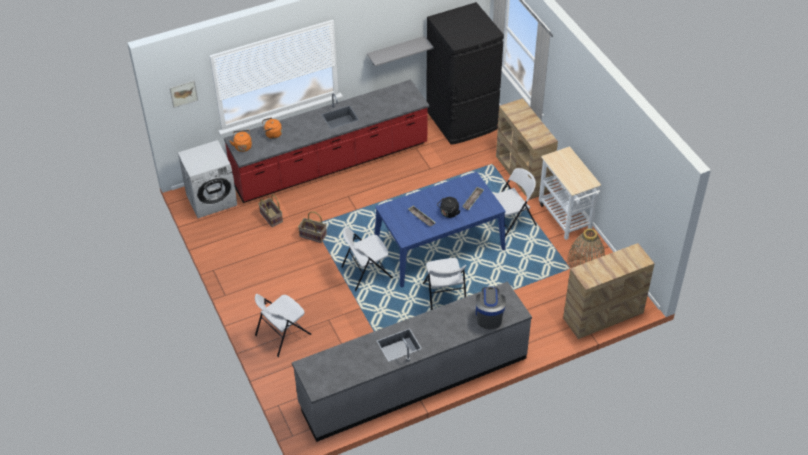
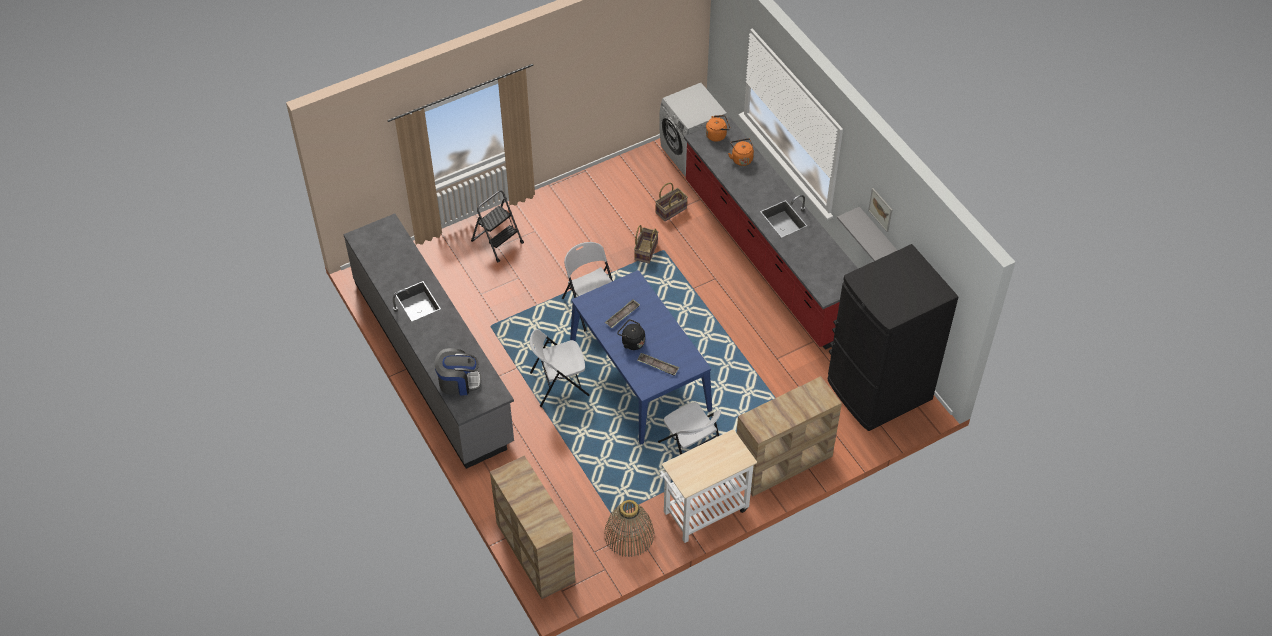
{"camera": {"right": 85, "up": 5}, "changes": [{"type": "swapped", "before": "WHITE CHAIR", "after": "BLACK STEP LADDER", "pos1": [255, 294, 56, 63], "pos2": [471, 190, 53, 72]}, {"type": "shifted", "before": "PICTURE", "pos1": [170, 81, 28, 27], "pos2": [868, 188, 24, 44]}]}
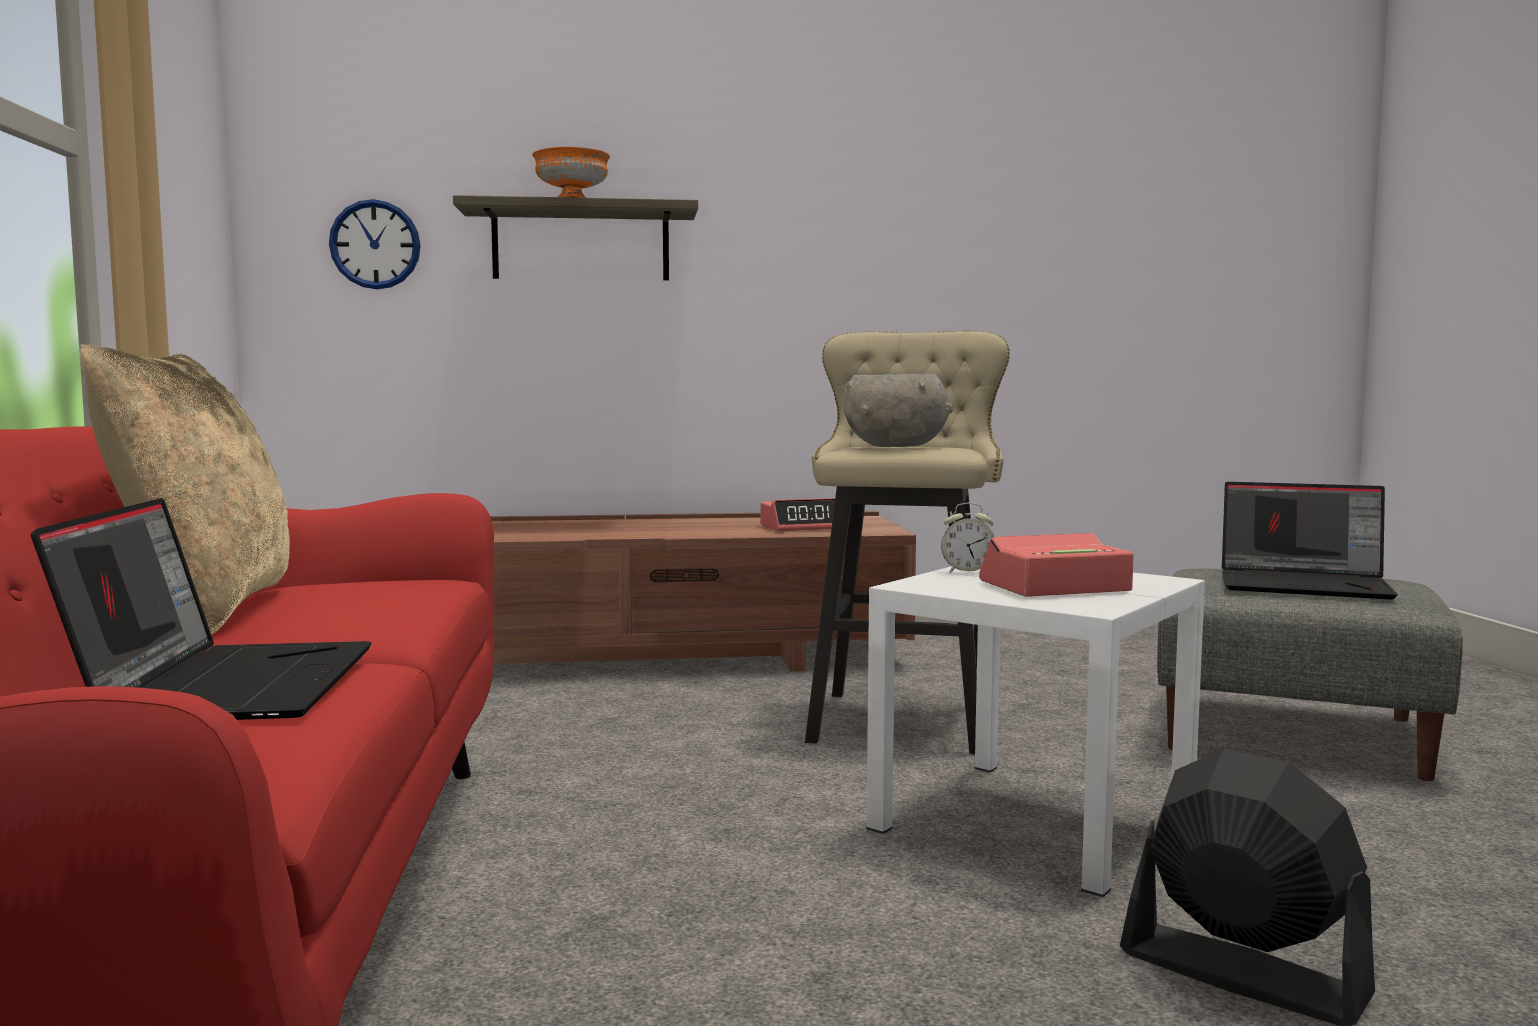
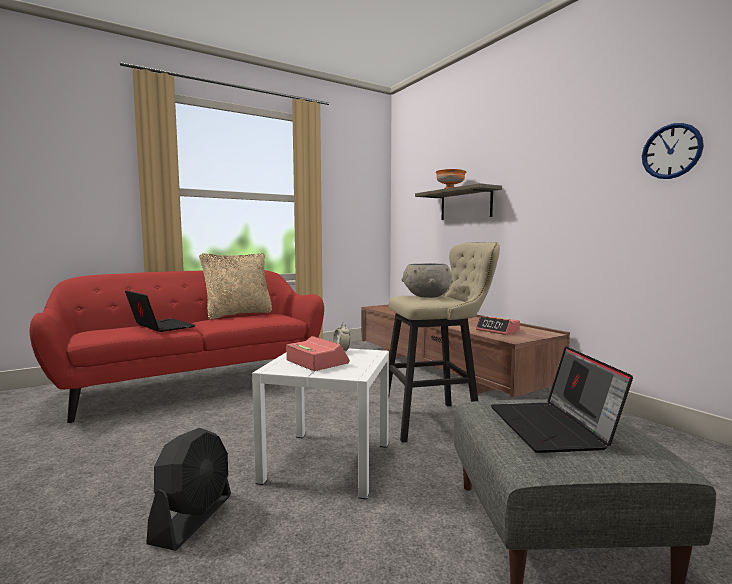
{"camera": {"right": 65, "up": 0}, "changes": [{"type": "rotated", "before": "LAPTOP", "pos1": [31, 498, 341, 222], "pos2": [125, 290, 71, 42], "turn": -105}, {"type": "shifted", "before": "WALL CLOCK", "pos1": [329, 199, 92, 90], "pos2": [642, 123, 62, 56]}]}
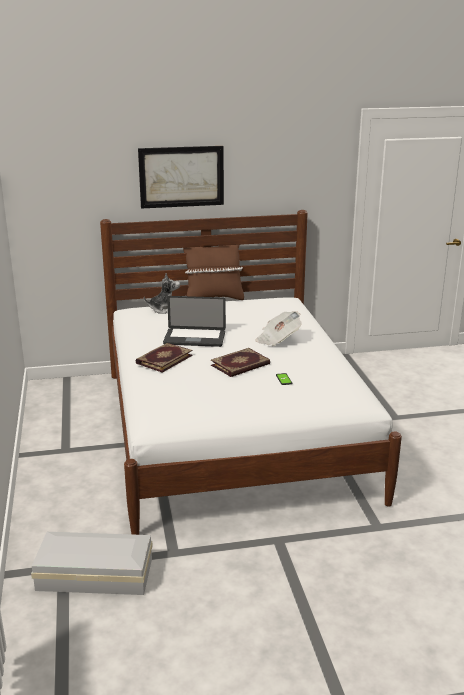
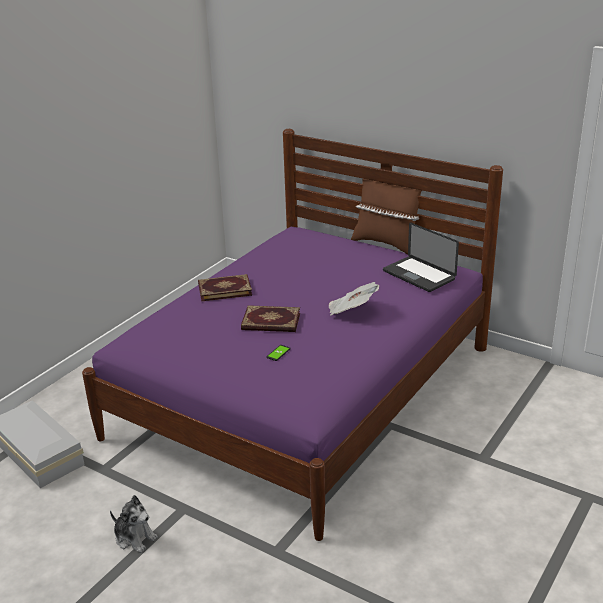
{"camera": {"right": 45, "up": 5}, "changes": [{"type": "repainted", "before": "WHITE BED", "after": "PURPLE BED", "pos1": [100, 210, 302, 325], "pos2": [82, 129, 421, 412]}, {"type": "shifted", "before": "PLUSH TOY", "pos1": [144, 273, 36, 41], "pos2": [110, 495, 48, 58]}, {"type": "shifted", "before": "LAPTOP", "pos1": [163, 296, 63, 51], "pos2": [383, 222, 76, 70]}, {"type": "gone", "before": "PICTURE", "pos1": [138, 146, 86, 63]}]}
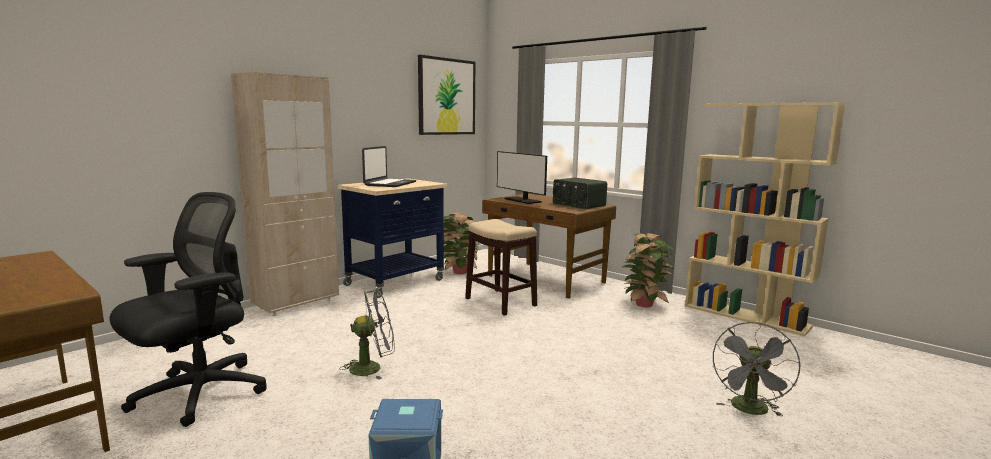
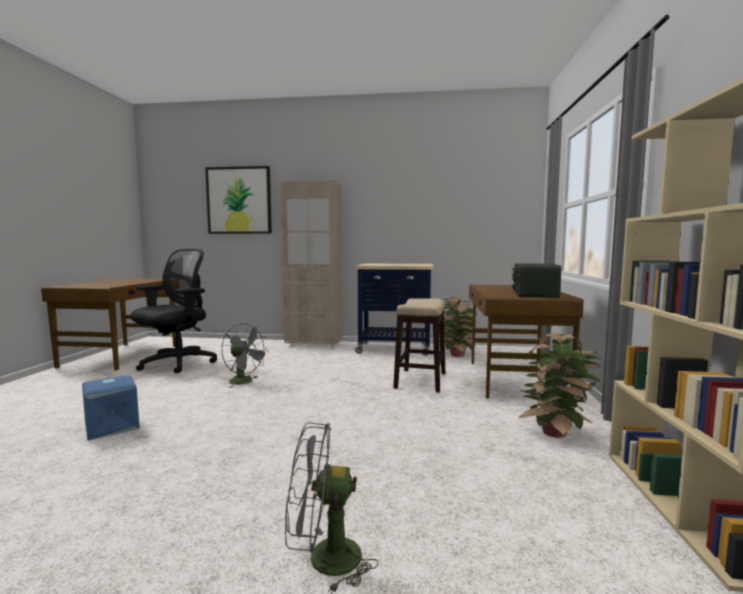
{"camera": {"right": 55, "up": -5}, "changes": [{"type": "rotated", "before": "BLACK OFFICE CHAIR", "pos1": [109, 192, 157, 235], "pos2": [131, 248, 86, 126], "turn": -60}, {"type": "shifted", "before": "PICTURE", "pos1": [418, 55, 57, 80], "pos2": [205, 166, 67, 68]}, {"type": "gone", "before": "LAPTOP", "pos1": [362, 146, 54, 41]}, {"type": "gone", "before": "MONITOR", "pos1": [497, 151, 50, 53]}]}
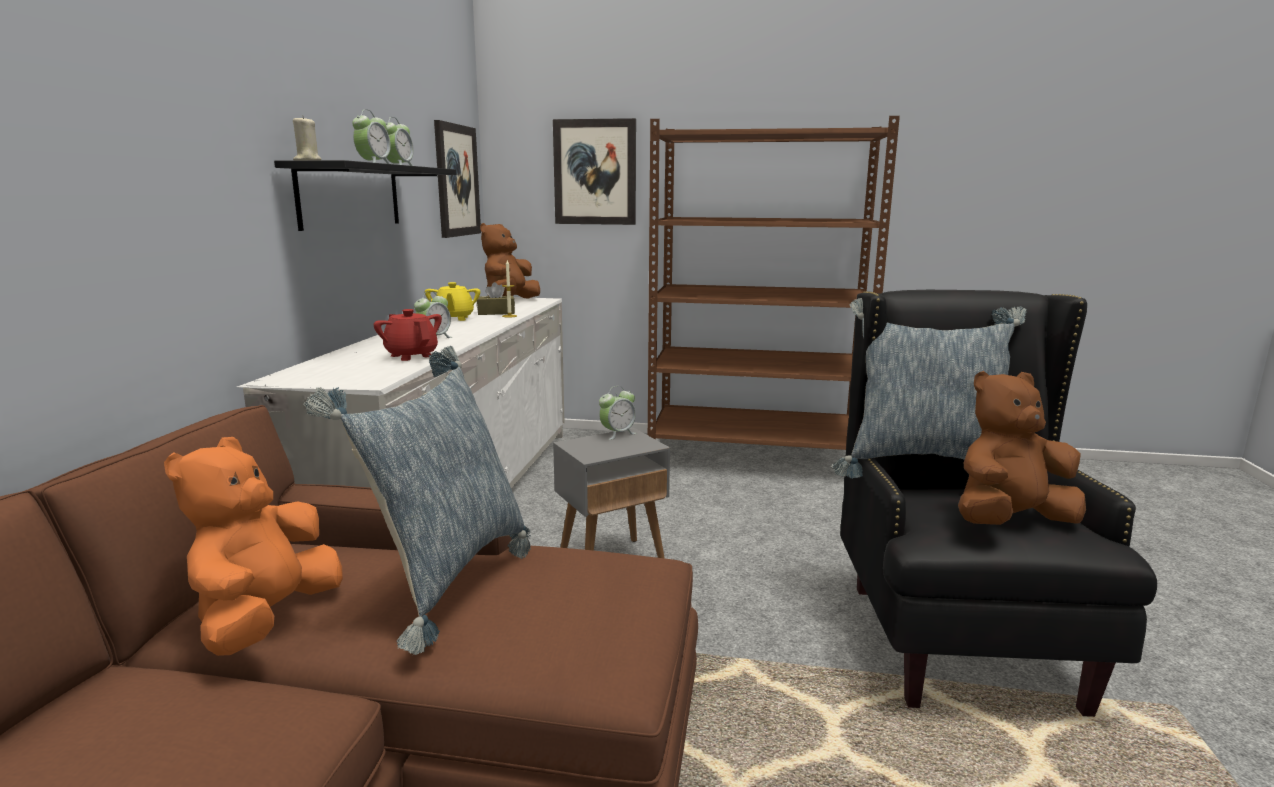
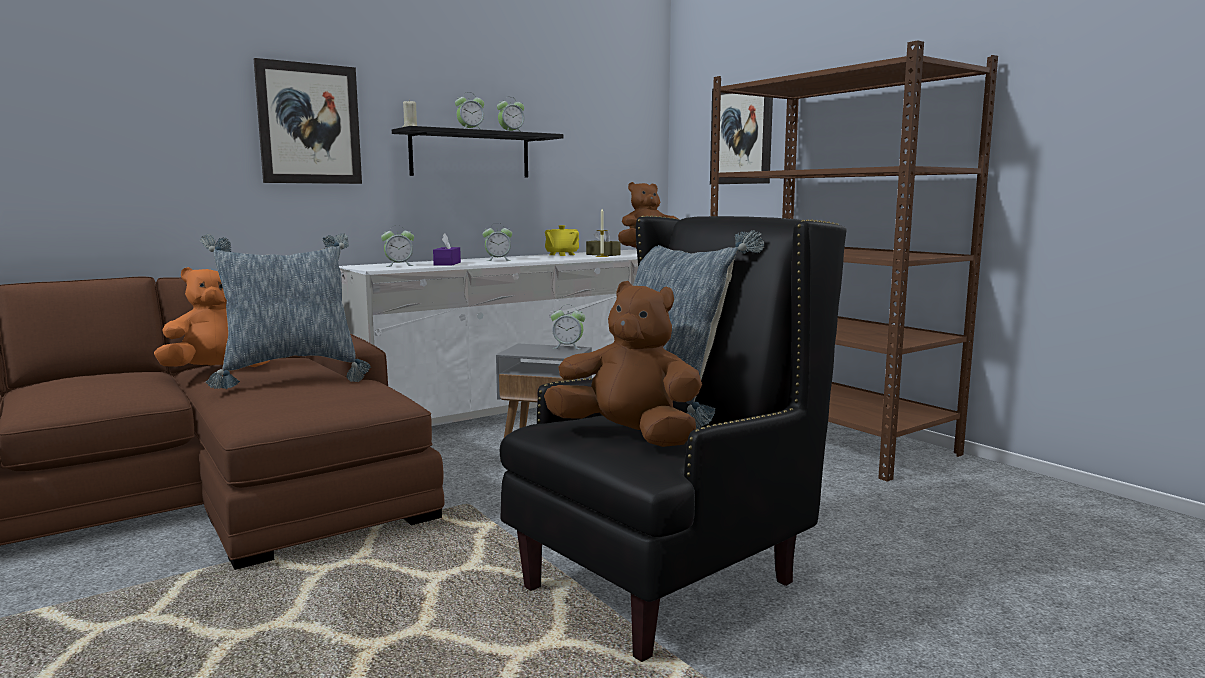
{"camera": {"right": 45, "up": -5}, "changes": [{"type": "shifted", "before": "PICTURE", "pos1": [434, 120, 47, 118], "pos2": [254, 58, 108, 126]}, {"type": "new", "after": "ALARM CLOCK", "pos2": [381, 226, 33, 41]}, {"type": "swapped", "before": "RED TEAPOT", "after": "PURPLE TISSUE BOX", "pos1": [374, 309, 68, 52], "pos2": [433, 234, 28, 32]}]}
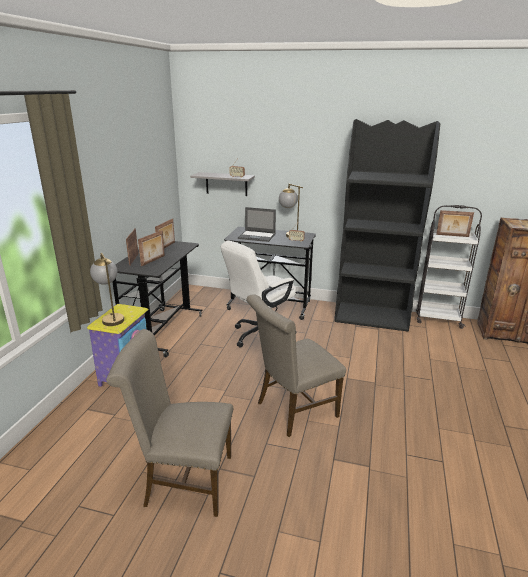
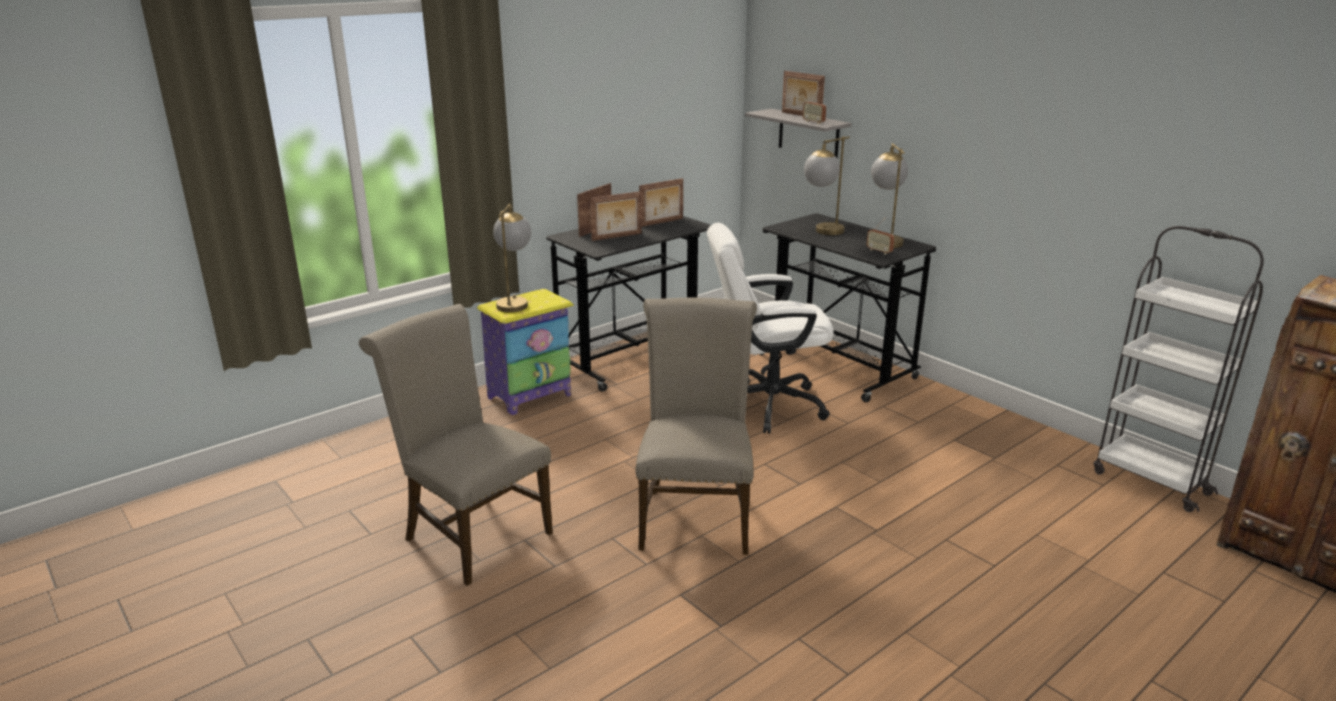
{"camera": {"right": 35, "up": 0}, "changes": [{"type": "rotated", "before": "BEIGE CHAIR", "pos1": [246, 294, 100, 143], "pos2": [635, 298, 122, 257], "turn": 90}, {"type": "shifted", "before": "PICTURE FRAME", "pos1": [436, 210, 38, 27], "pos2": [782, 71, 43, 45]}, {"type": "swapped", "before": "LAPTOP", "after": "TABLE LAMP", "pos1": [238, 207, 38, 35], "pos2": [804, 136, 46, 99]}, {"type": "gone", "before": "BLACK BOOKCASE", "pos1": [335, 119, 105, 213]}]}
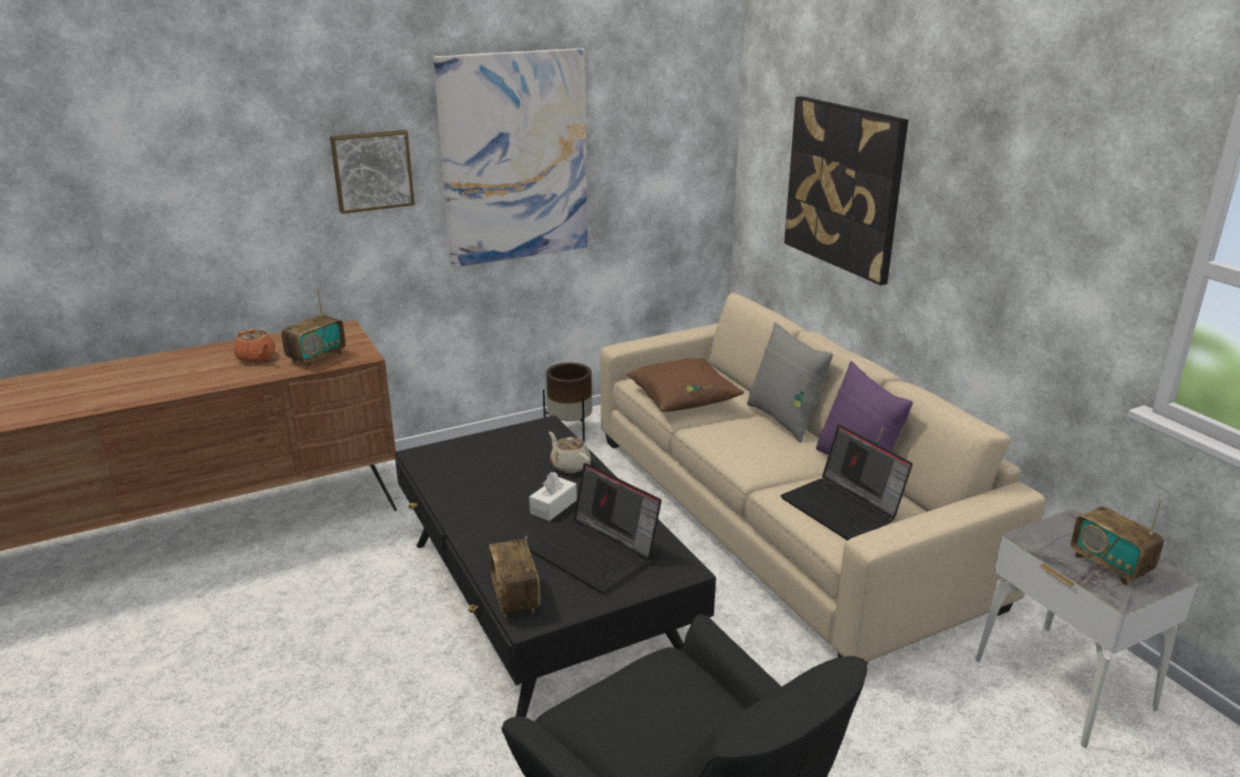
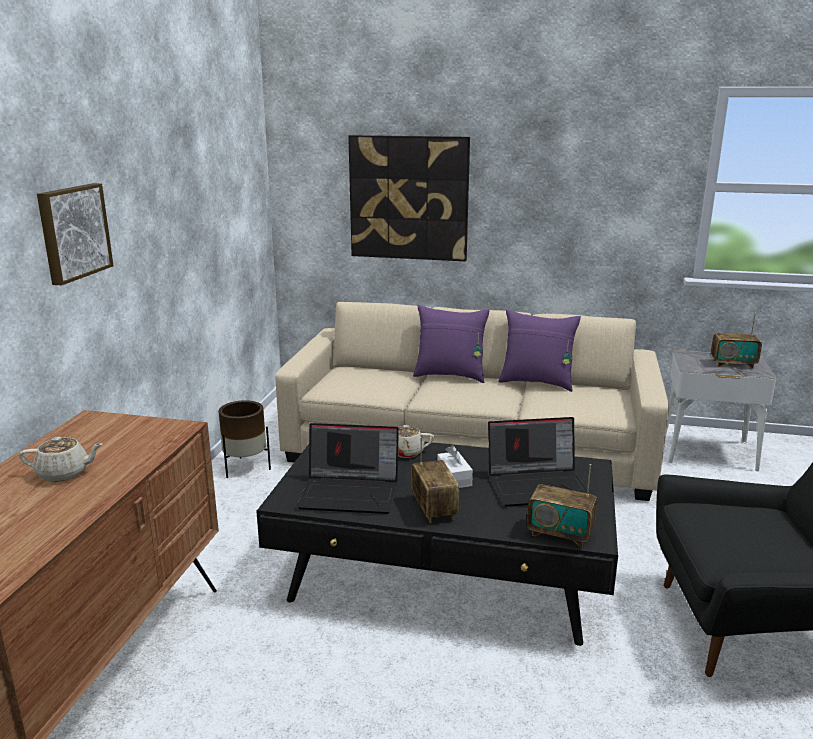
{"camera": {"right": -50, "up": -5}, "changes": [{"type": "repainted", "before": "ORANGE TEAPOT", "after": "BEIGE TEAPOT", "pos1": [234, 329, 41, 34], "pos2": [19, 437, 84, 45]}, {"type": "shifted", "before": "LAPTOP", "pos1": [780, 425, 133, 116], "pos2": [297, 423, 102, 91]}, {"type": "shifted", "before": "RADIO", "pos1": [281, 288, 65, 80], "pos2": [412, 434, 47, 89]}, {"type": "repainted", "before": "GREY PILLOW", "after": "PURPLE PILLOW", "pos1": [747, 322, 86, 121], "pos2": [413, 305, 76, 78]}, {"type": "gone", "before": "PICTURE", "pos1": [433, 48, 155, 219]}, {"type": "gone", "before": "BROWN PILLOW", "pos1": [627, 358, 117, 54]}]}
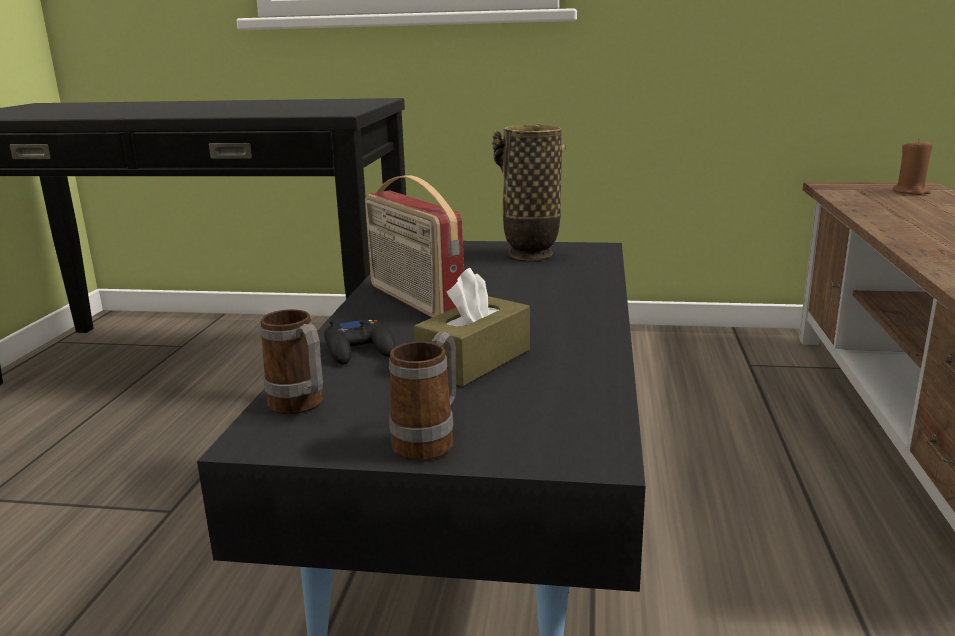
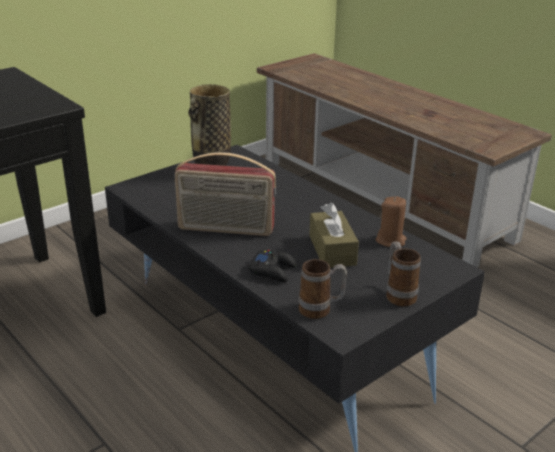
{"camera": {"right": -50, "up": 10}, "changes": [{"type": "shifted", "before": "BROWN CANDLE", "pos1": [892, 138, 40, 57], "pos2": [376, 196, 30, 51]}]}
